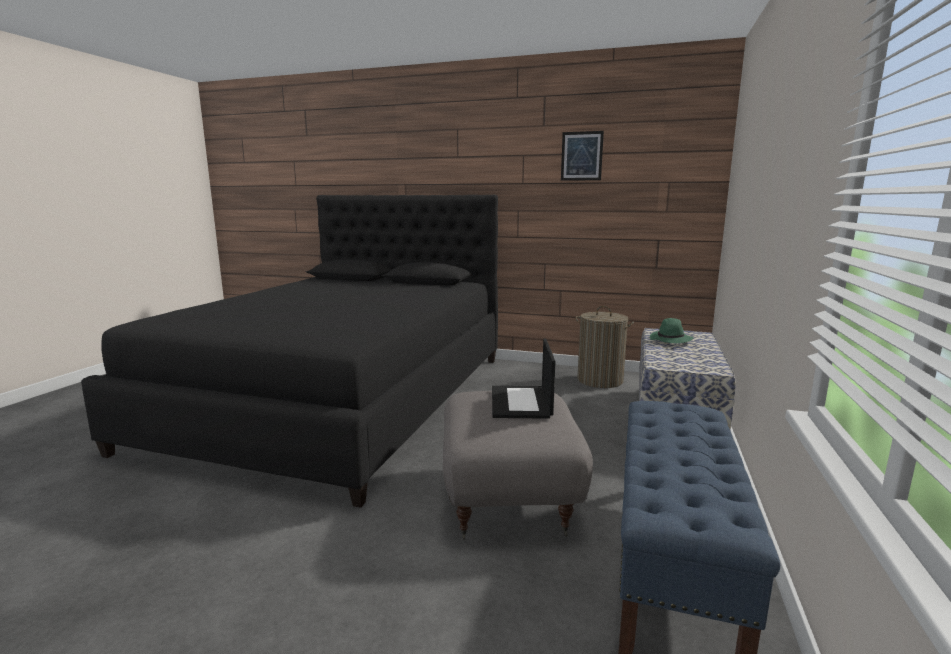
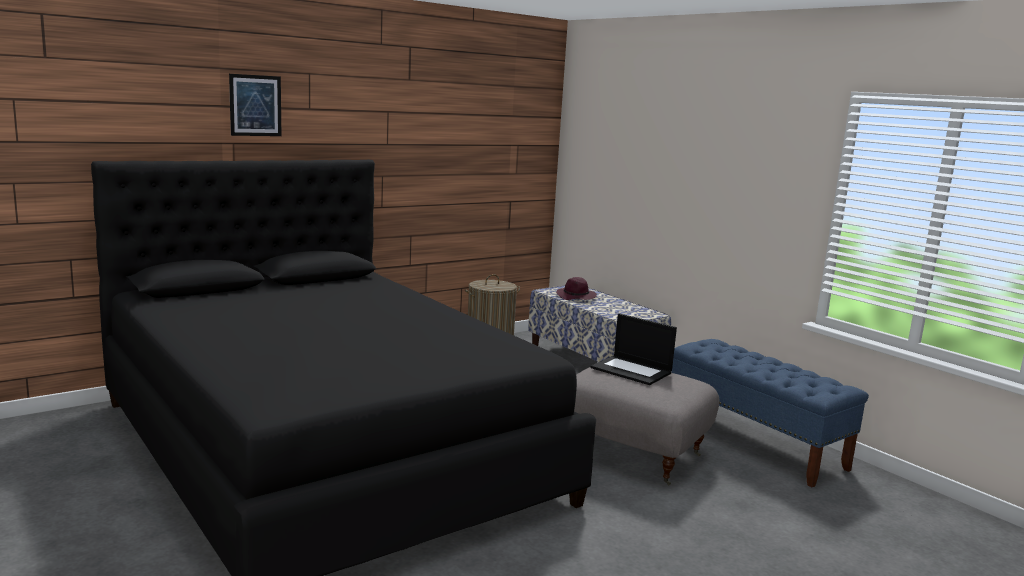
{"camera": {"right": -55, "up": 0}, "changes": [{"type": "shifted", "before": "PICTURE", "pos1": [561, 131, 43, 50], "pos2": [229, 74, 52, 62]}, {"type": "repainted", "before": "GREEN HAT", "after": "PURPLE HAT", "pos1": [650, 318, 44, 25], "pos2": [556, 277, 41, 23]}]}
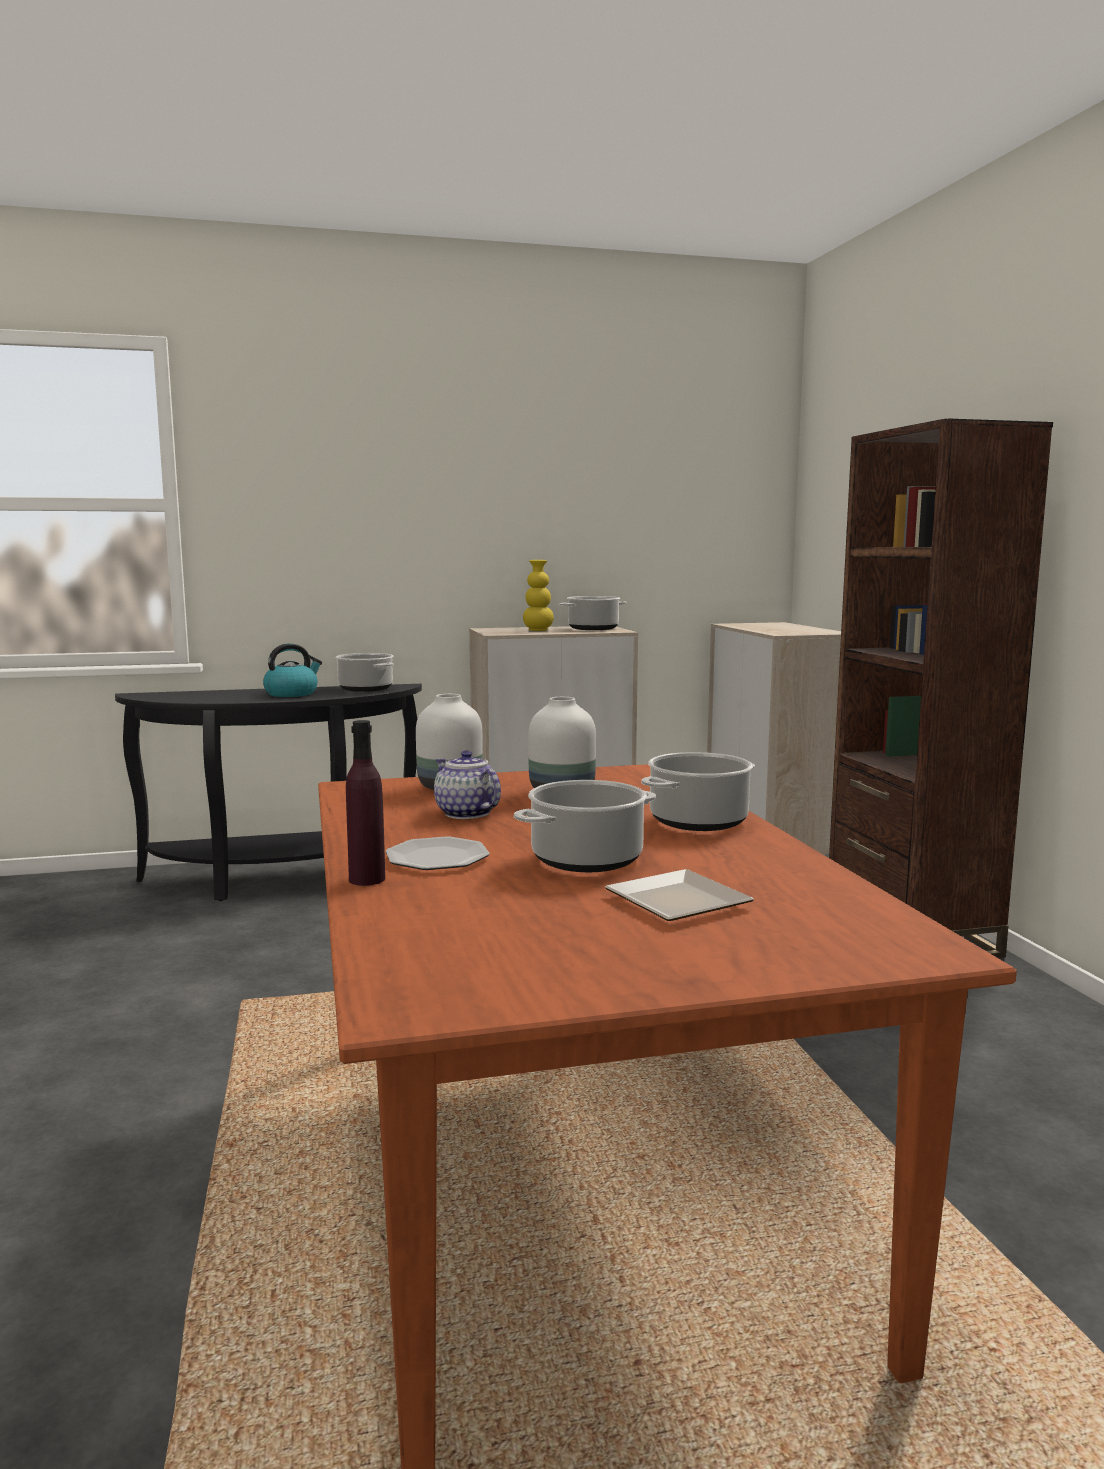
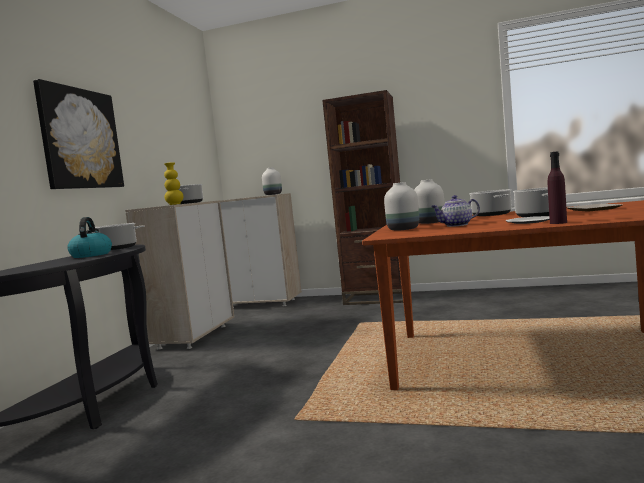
{"camera": {"right": -60, "up": -5}, "changes": [{"type": "new", "after": "PICTURE", "pos2": [33, 79, 91, 110]}, {"type": "new", "after": "WHITE VASE", "pos2": [262, 167, 20, 28]}]}
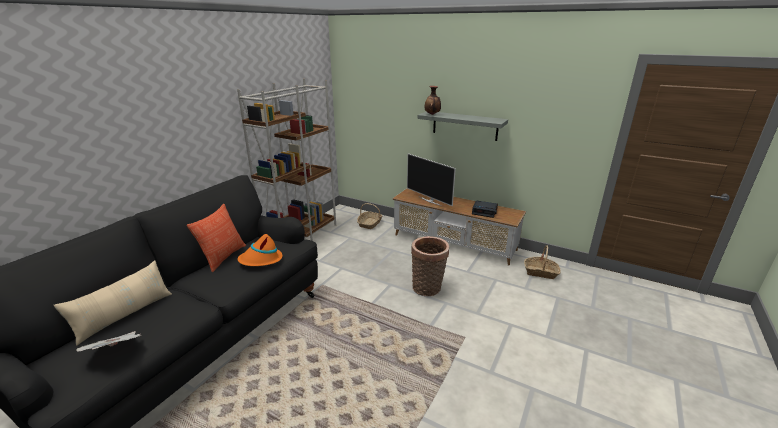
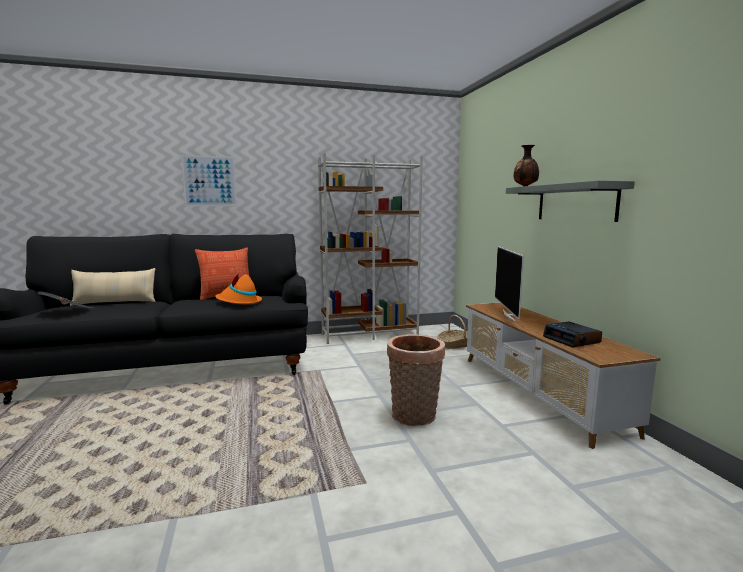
{"camera": {"right": 45, "up": -15}, "changes": [{"type": "new", "after": "PICTURE", "pos2": [181, 155, 56, 51]}, {"type": "gone", "before": "BASKET", "pos1": [524, 245, 36, 34]}]}
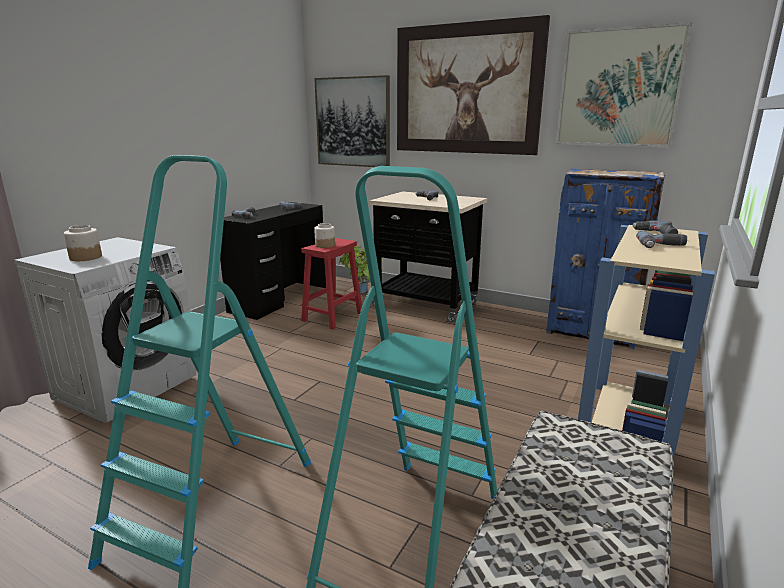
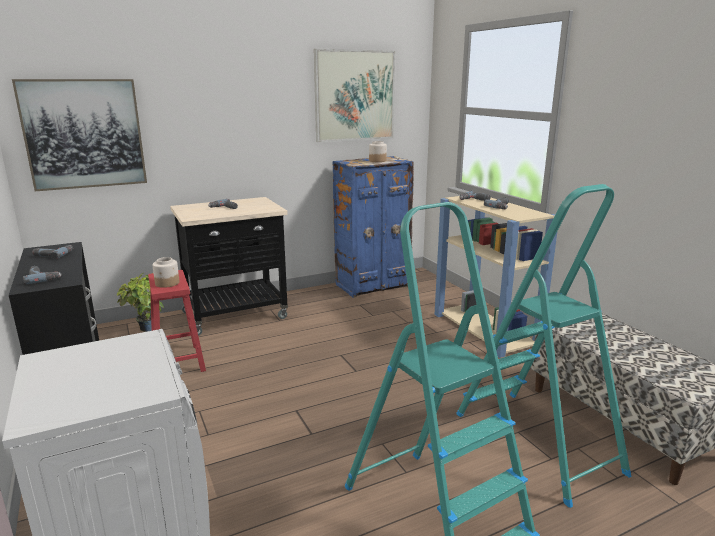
{"camera": {"right": -55, "up": 0}, "changes": [{"type": "shifted", "before": "JAR", "pos1": [64, 225, 38, 36], "pos2": [369, 141, 18, 21]}, {"type": "gone", "before": "PICTURE", "pos1": [397, 15, 153, 140]}]}
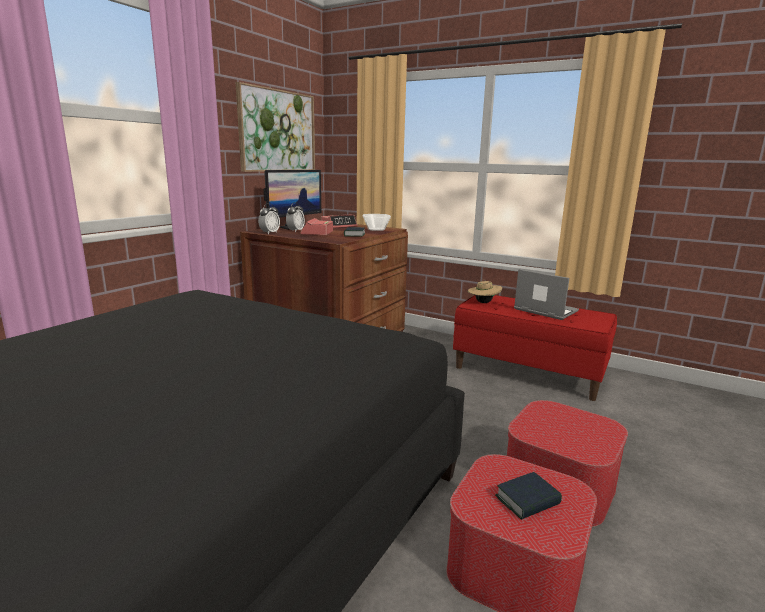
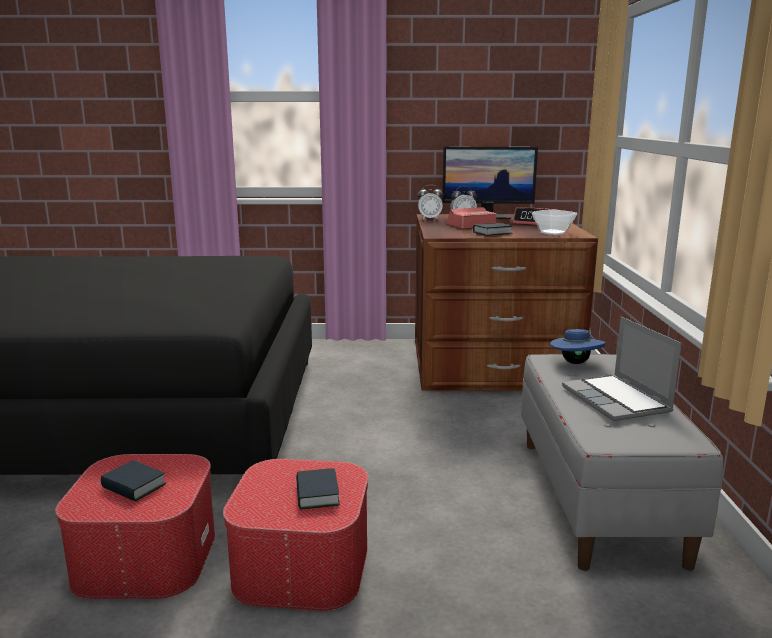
{"camera": {"right": 60, "up": 0}, "changes": [{"type": "new", "after": "BOOK", "pos2": [296, 468, 44, 42]}, {"type": "repainted", "before": "RED BENCH", "after": "GREY BENCH", "pos1": [453, 295, 164, 106], "pos2": [521, 354, 202, 217]}, {"type": "repainted", "before": "BEIGE HAT", "after": "BLUE HAT", "pos1": [468, 279, 34, 24], "pos2": [550, 328, 56, 36]}, {"type": "rotated", "before": "LAPTOP", "pos1": [514, 269, 65, 51], "pos2": [562, 317, 120, 104], "turn": 150}, {"type": "gone", "before": "PICTURE", "pos1": [236, 82, 79, 90]}]}
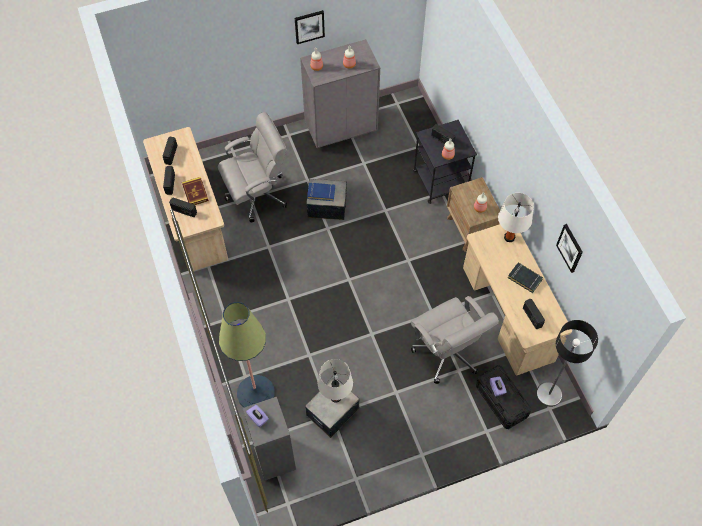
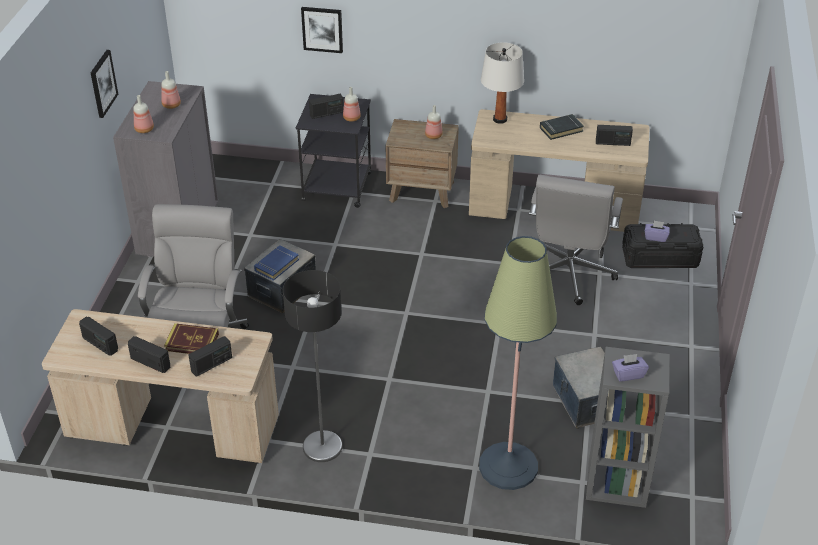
{"camera": {"right": -60, "up": -20}, "changes": [{"type": "shifted", "before": "FLOOR LAMP", "pos1": [536, 320, 62, 87], "pos2": [283, 270, 59, 192]}, {"type": "shifted", "before": "PICTURE", "pos1": [556, 224, 27, 49], "pos2": [301, 7, 42, 46]}, {"type": "rotated", "before": "GREY OFFICE CHAIR", "pos1": [411, 296, 88, 88], "pos2": [529, 175, 94, 130], "turn": 105}, {"type": "gone", "before": "WHITE TABLE LAMP", "pos1": [318, 359, 35, 44]}]}
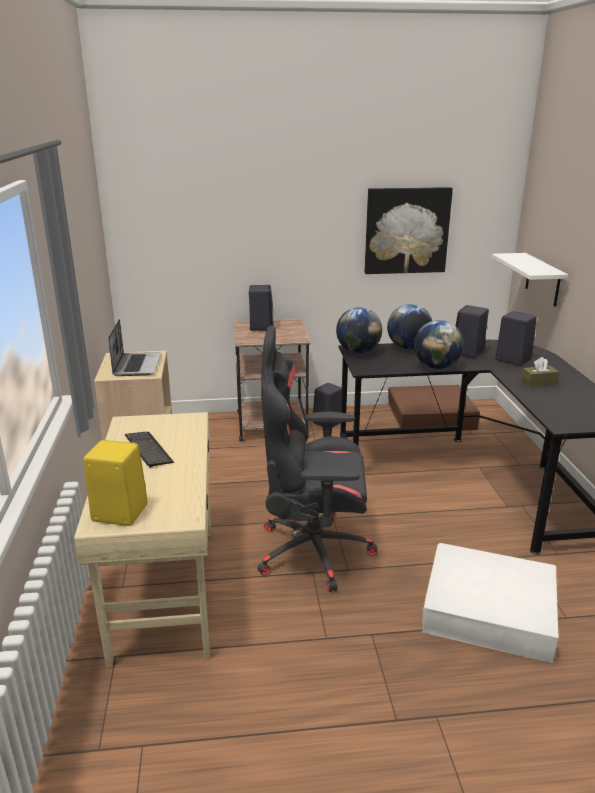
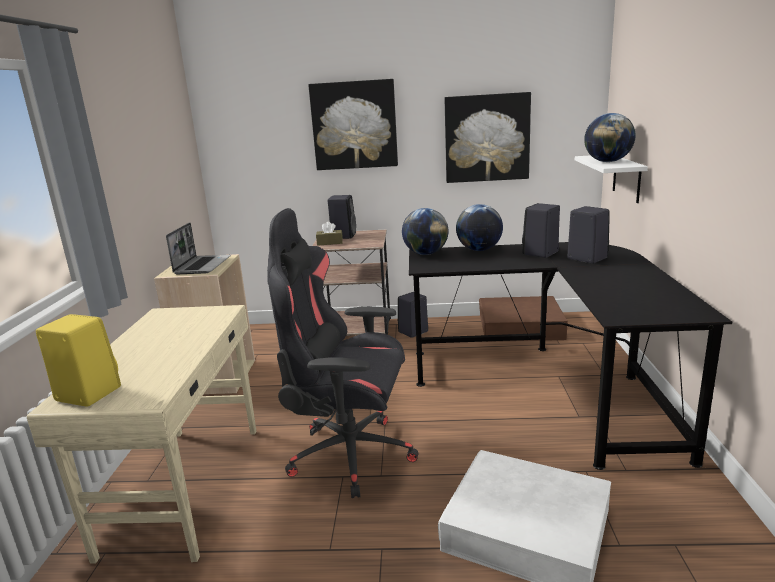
{"camera": {"right": 10, "up": -5}, "changes": [{"type": "new", "after": "PICTURE", "pos2": [309, 79, 89, 91]}, {"type": "shifted", "before": "BROWN TISSUE BOX", "pos1": [521, 357, 38, 30], "pos2": [316, 221, 27, 25]}, {"type": "shifted", "before": "GLOBE", "pos1": [414, 320, 50, 49], "pos2": [584, 113, 52, 49]}, {"type": "gone", "before": "KEYBOARD", "pos1": [125, 432, 49, 36]}]}
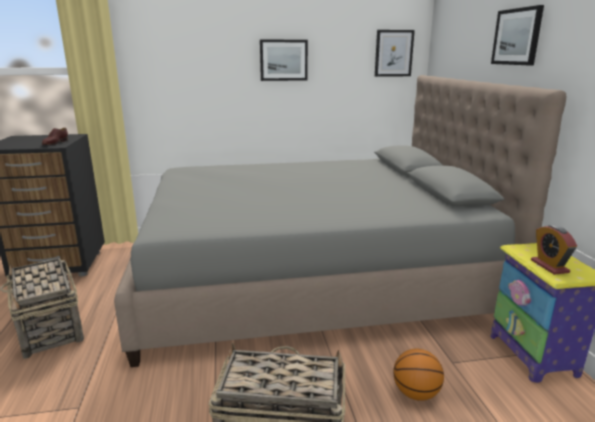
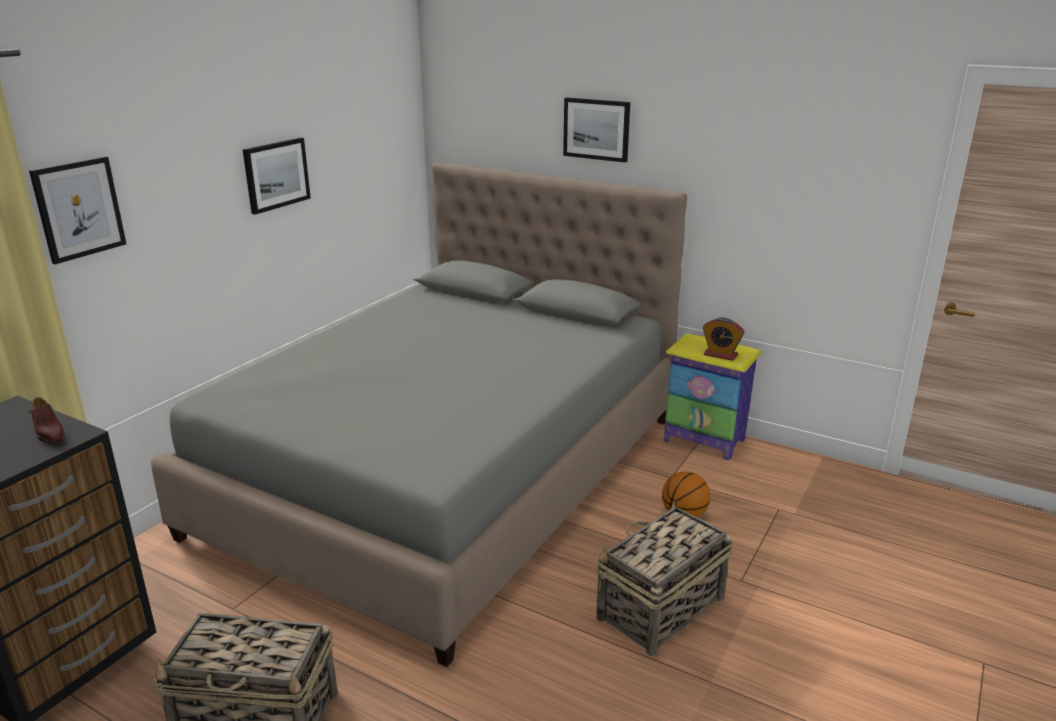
{"camera": {"right": -50, "up": 5}, "changes": [{"type": "shifted", "before": "PICTURE", "pos1": [375, 30, 40, 47], "pos2": [29, 156, 97, 108]}]}
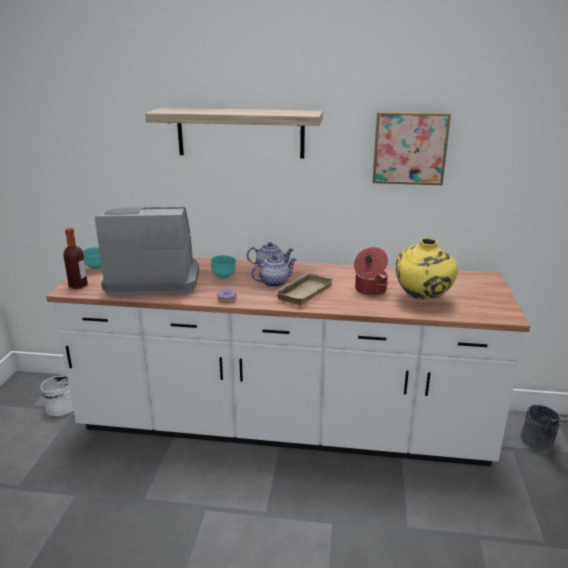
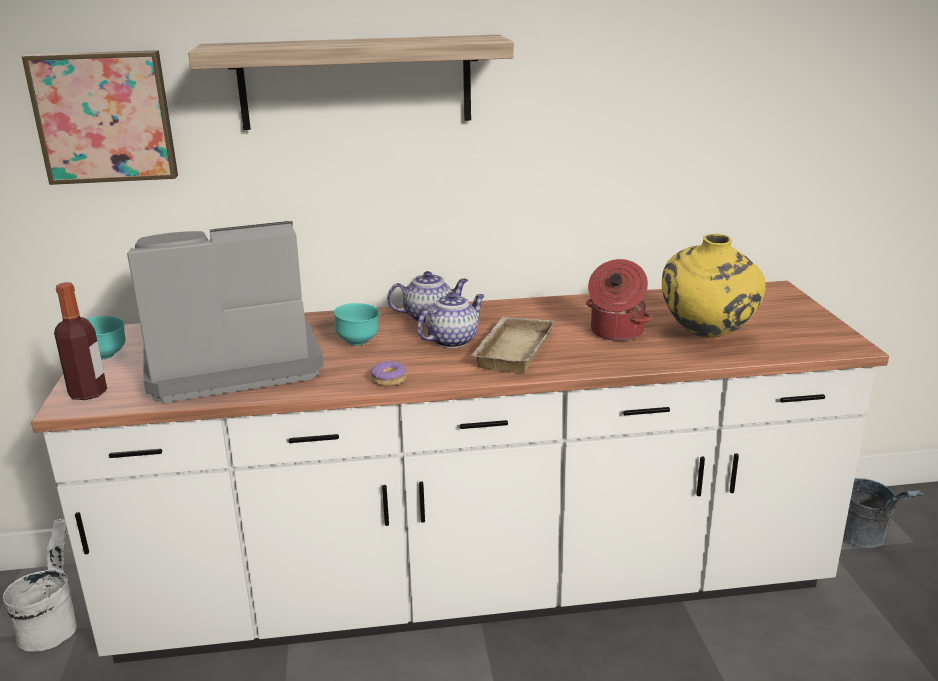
{"camera": {"right": -15, "up": 0}, "changes": [{"type": "shifted", "before": "PICTURE", "pos1": [373, 111, 78, 74], "pos2": [22, 50, 156, 135]}]}
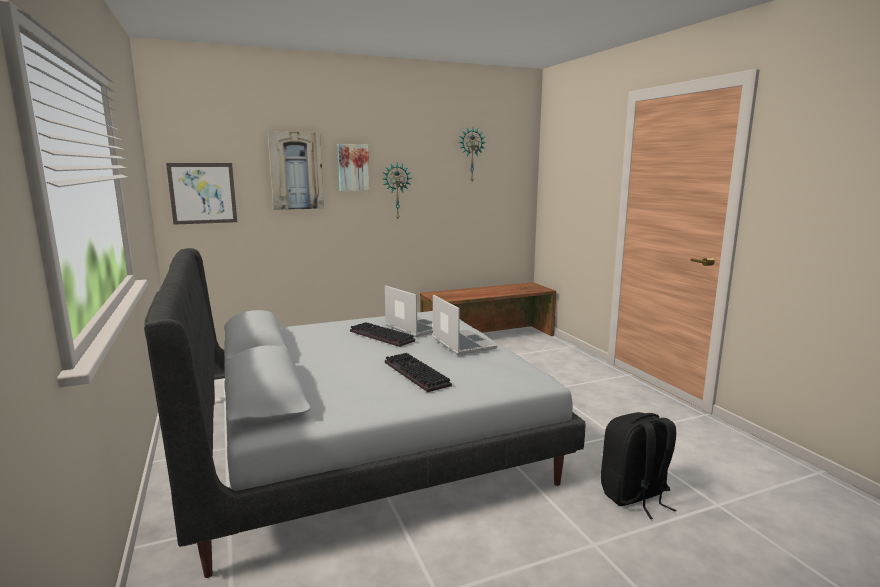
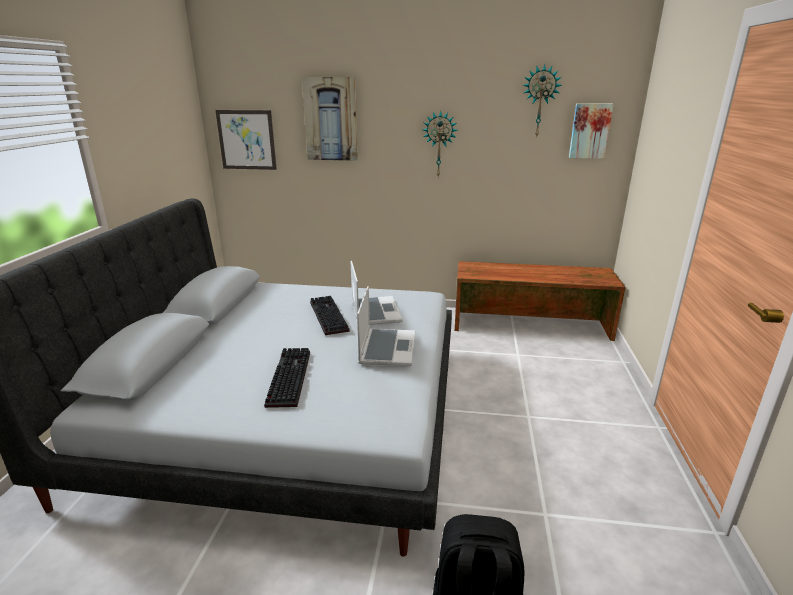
{"camera": {"right": 30, "up": 10}, "changes": [{"type": "shifted", "before": "PICTURE", "pos1": [338, 144, 32, 47], "pos2": [569, 103, 45, 56]}]}
